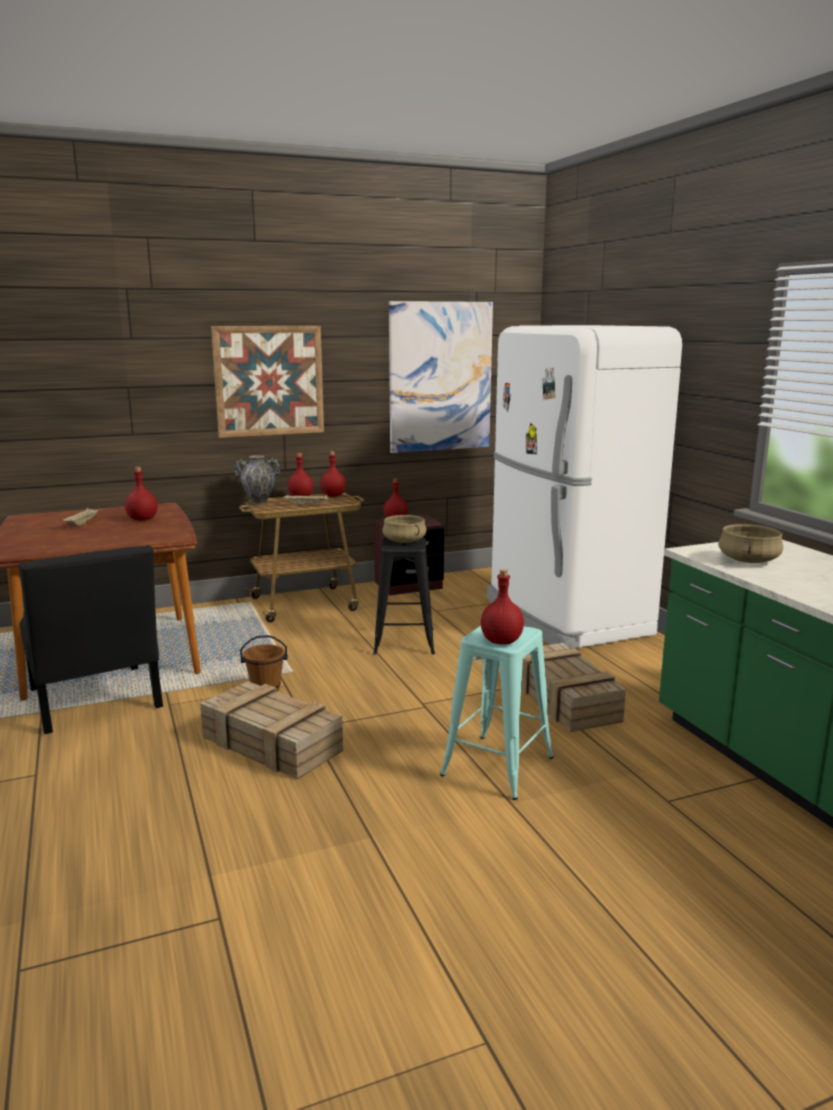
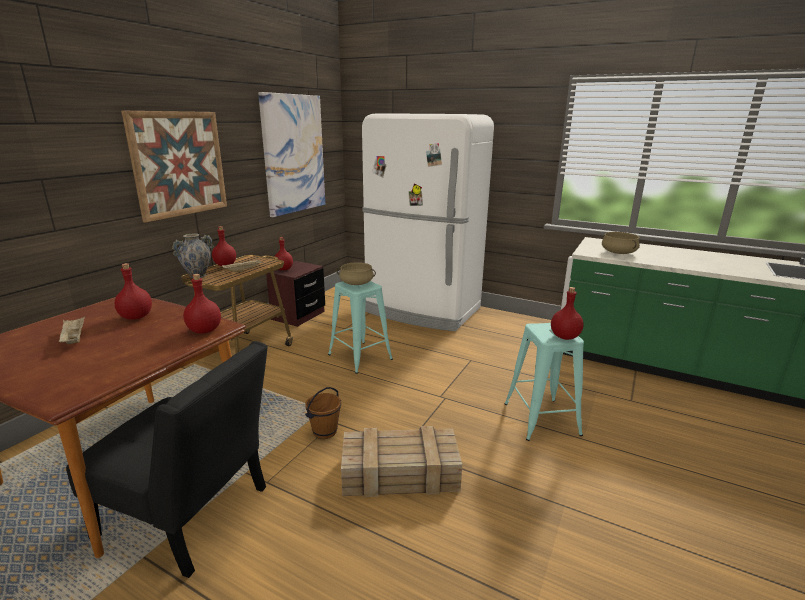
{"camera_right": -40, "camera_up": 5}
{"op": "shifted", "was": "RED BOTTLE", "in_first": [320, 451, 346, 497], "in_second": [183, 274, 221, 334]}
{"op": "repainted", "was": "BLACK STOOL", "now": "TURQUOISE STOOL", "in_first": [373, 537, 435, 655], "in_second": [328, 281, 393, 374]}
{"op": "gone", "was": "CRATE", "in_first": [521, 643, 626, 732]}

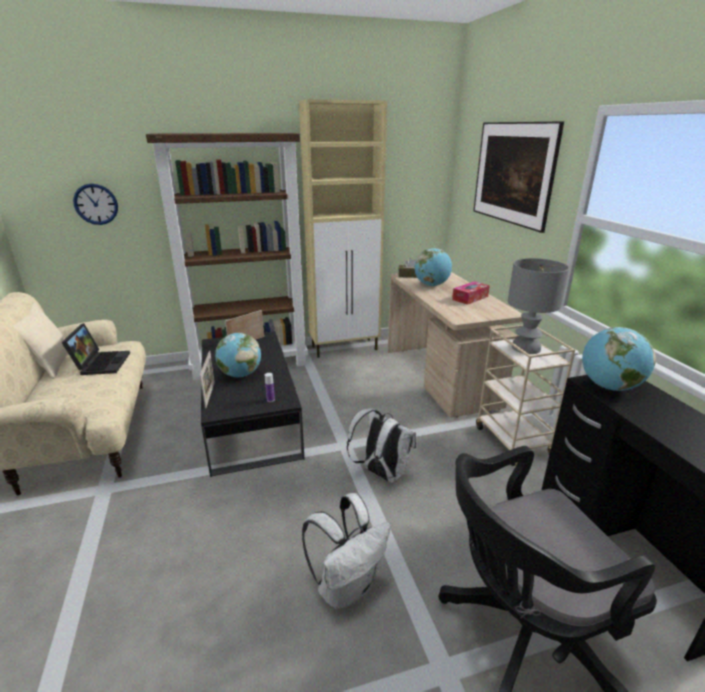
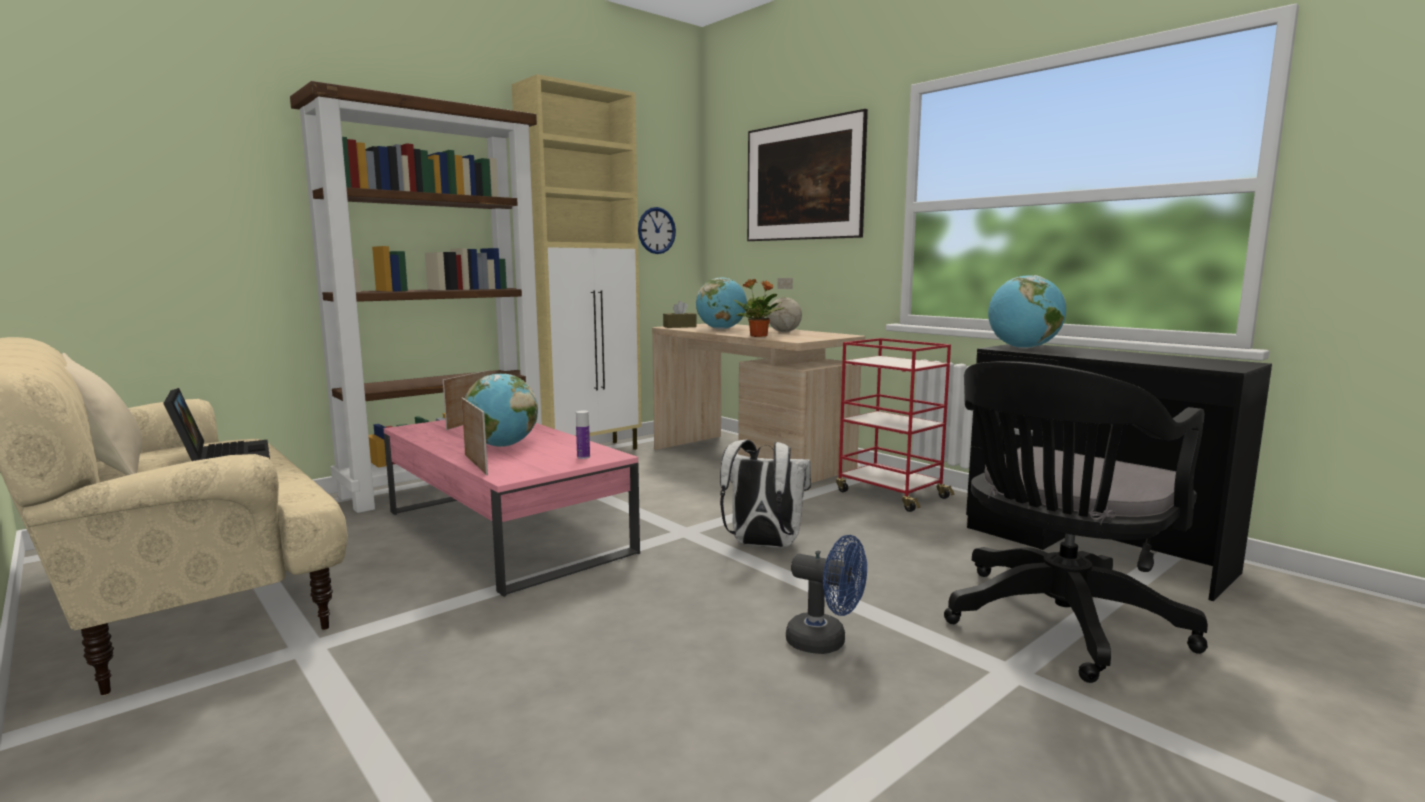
{"camera_right": -25, "camera_up": -15}
{"op": "shifted", "was": "WALL CLOCK", "in_first": [73, 184, 118, 225], "in_second": [638, 207, 676, 254]}
{"op": "repainted", "was": "BLACK COFFEE TABLE", "now": "PINK COFFEE TABLE", "in_first": [201, 331, 305, 477], "in_second": [384, 420, 640, 597]}
{"op": "swapped", "was": "WHITE BACKPACK", "now": "BLUE FAN", "in_first": [302, 493, 391, 610], "in_second": [786, 535, 867, 654]}
{"op": "swapped", "was": "TISSUE BOX", "now": "GLOBE", "in_first": [452, 281, 490, 305], "in_second": [767, 278, 802, 332]}
{"op": "repainted", "was": "BEIGE CART", "now": "RED CART", "in_first": [476, 325, 575, 466], "in_second": [836, 338, 954, 512]}
{"op": "gone", "was": "GREY TABLE LAMP", "in_first": [508, 258, 569, 354]}
{"op": "new", "now": "POTTED PLANT", "in_second": [734, 279, 784, 337]}

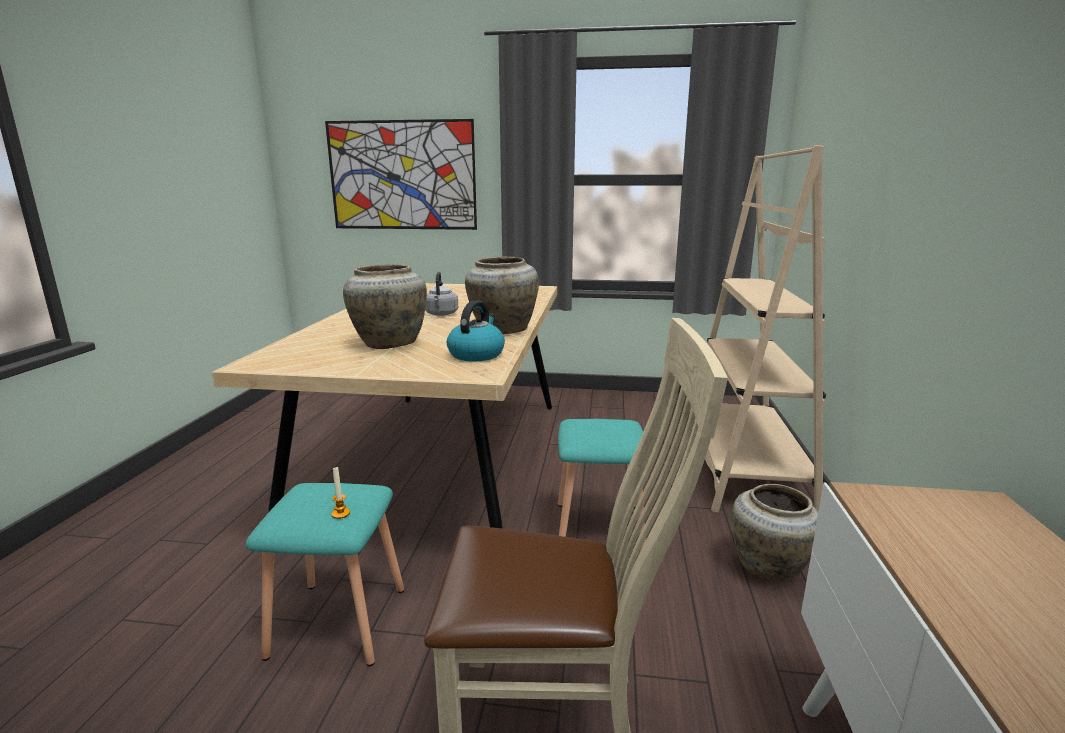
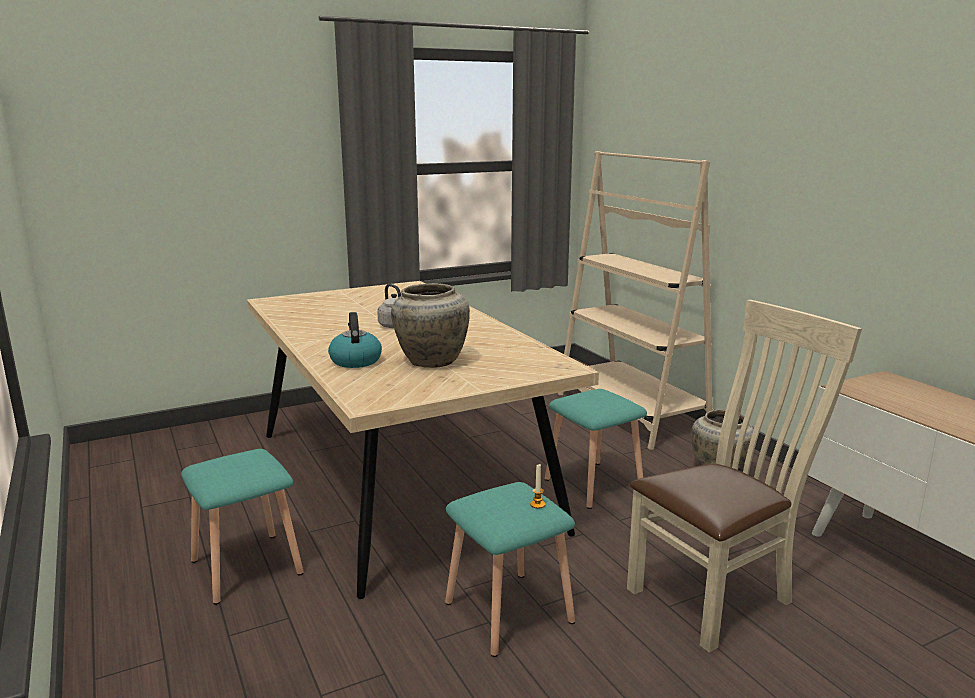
{"camera_right": -35, "camera_up": 0}
{"op": "gone", "was": "PICTURE", "in_first": [325, 119, 477, 230]}
{"op": "shifted", "was": "KETTLE", "in_first": [447, 300, 505, 361], "in_second": [328, 312, 382, 368]}
{"op": "gone", "was": "BEIGE VASE", "in_first": [465, 256, 539, 334]}
{"op": "new", "now": "TURQUOISE STOOL", "in_second": [181, 449, 304, 605]}

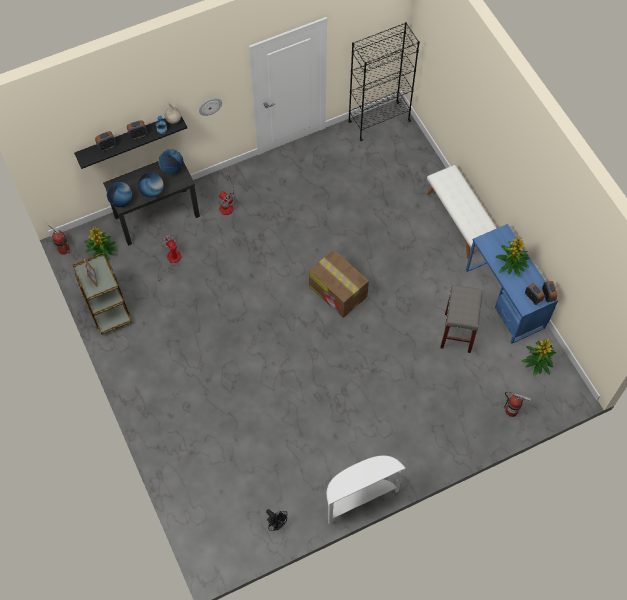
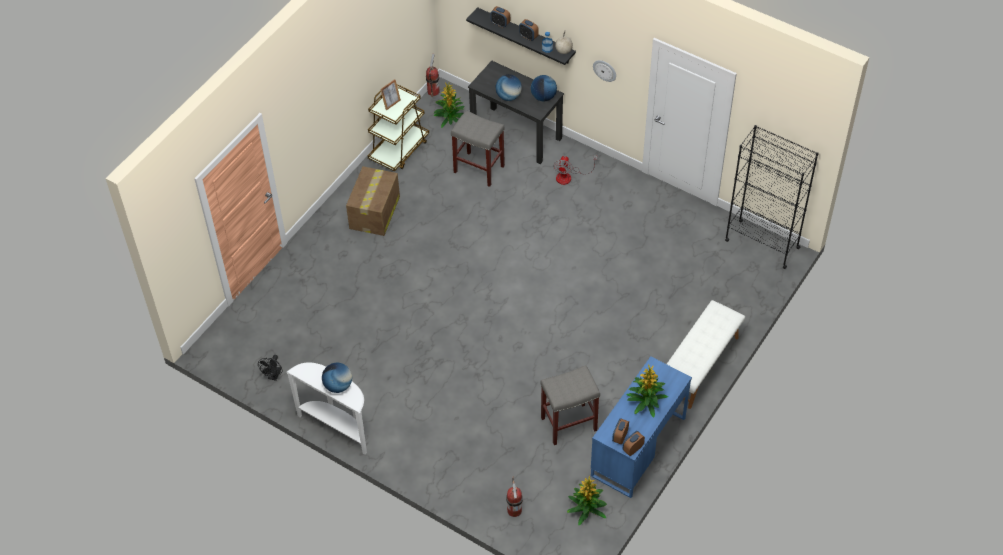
{"camera_right": 60, "camera_up": -10}
{"op": "shifted", "was": "GLOBE", "in_first": [107, 182, 132, 207], "in_second": [322, 363, 352, 393]}
{"op": "swapped", "was": "FAN", "now": "GREY STOOL", "in_first": [158, 234, 181, 281], "in_second": [451, 110, 505, 187]}
{"op": "shifted", "was": "CARDBOARD BOX", "in_first": [309, 250, 369, 318], "in_second": [346, 166, 400, 236]}

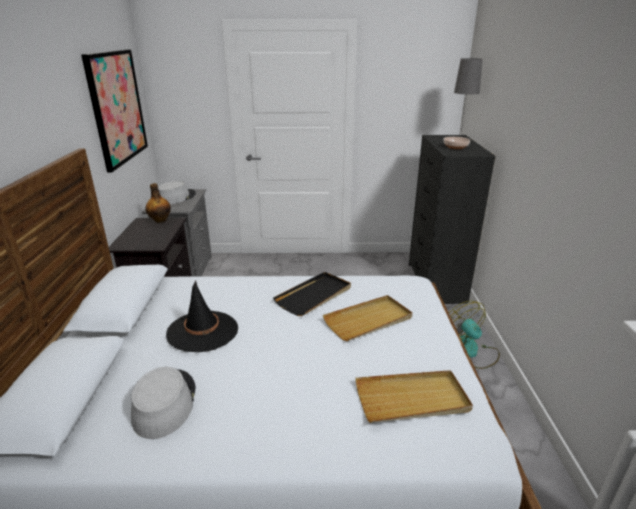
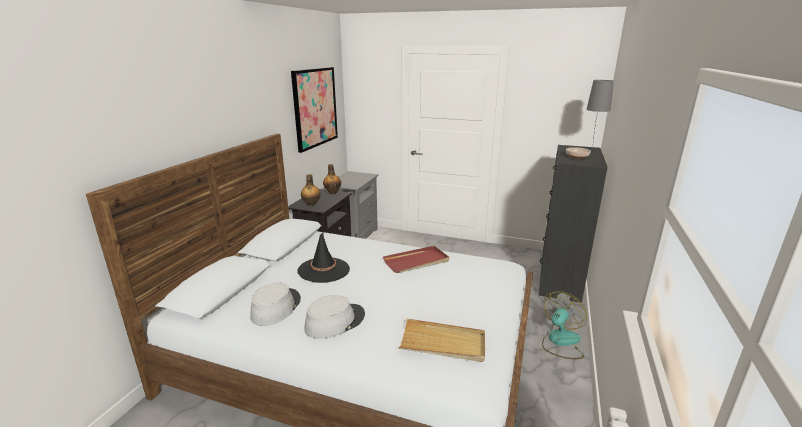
{"camera_right": 20, "camera_up": -5}
{"op": "shifted", "was": "GREY HAT", "in_first": [158, 181, 196, 205], "in_second": [304, 295, 365, 339]}
{"op": "repainted", "was": "BLACK TRAY", "now": "RED TRAY", "in_first": [273, 272, 351, 316], "in_second": [383, 246, 449, 273]}
{"op": "gone", "was": "BEIGE TRAY", "in_first": [323, 295, 412, 341]}
{"op": "rotated", "was": "FAN", "in_first": [449, 301, 500, 369], "in_second": [542, 291, 587, 359], "clockwise": 45}
{"op": "new", "now": "BOTTLE", "in_second": [301, 174, 321, 206]}

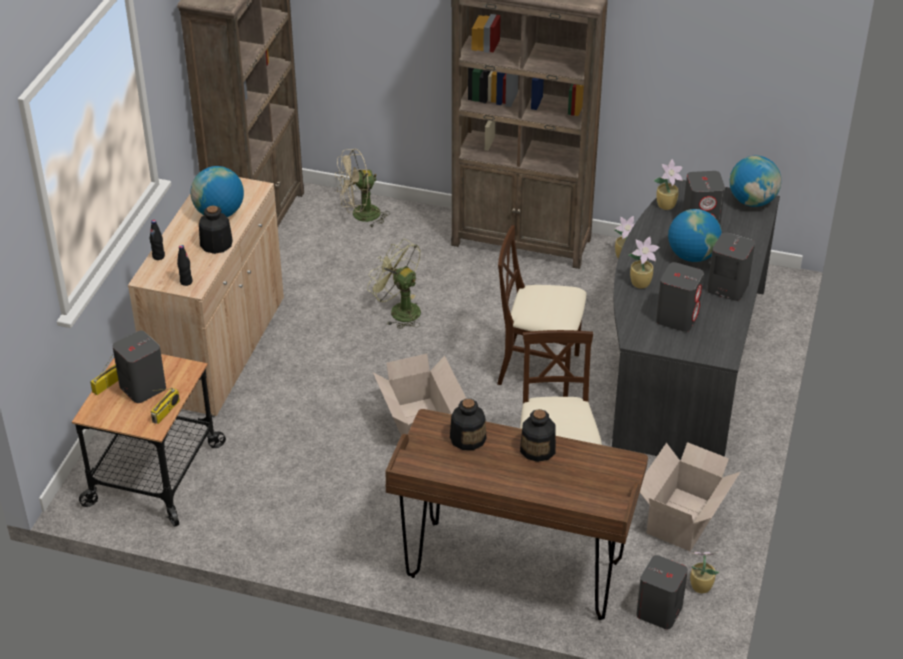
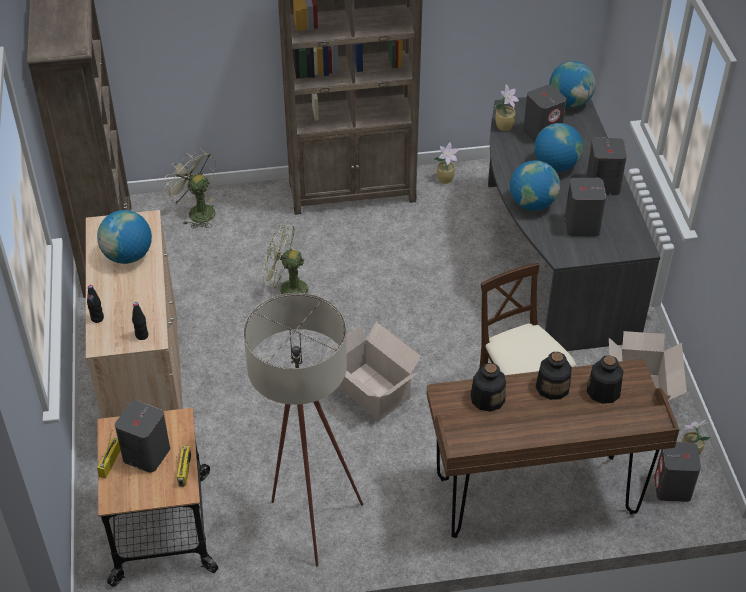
{"camera_right": -25, "camera_up": 5}
{"op": "shifted", "was": "BOTTLE", "in_first": [199, 205, 233, 254], "in_second": [586, 355, 623, 404]}
{"op": "rotated", "was": "BEIGE FAN", "in_first": [335, 148, 390, 228], "in_second": [163, 148, 216, 229], "clockwise": 90}
{"op": "gone", "was": "BEIGE CHAIR", "in_first": [497, 225, 587, 397]}
{"op": "swapped", "was": "POTTED PLANT", "now": "GLOBE", "in_first": [628, 237, 660, 289], "in_second": [510, 160, 560, 211]}
{"op": "new", "now": "BEIGE FLOOR LAMP", "in_second": [243, 293, 363, 566]}

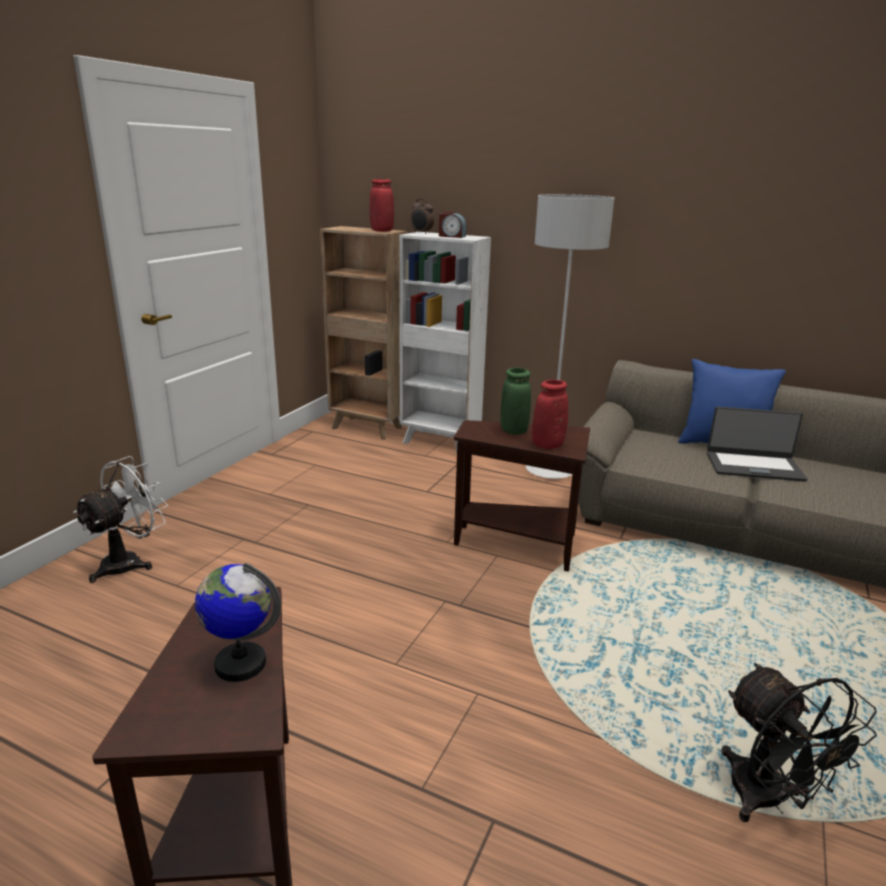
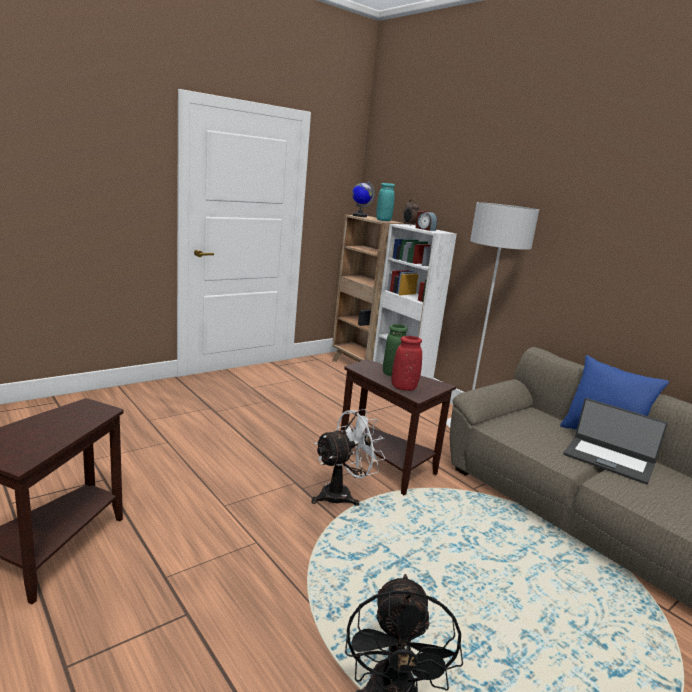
{"camera_right": 25, "camera_up": -5}
{"op": "shifted", "was": "WHITE FAN", "in_first": [73, 456, 168, 583], "in_second": [311, 409, 385, 506]}
{"op": "shifted", "was": "GLOBE", "in_first": [195, 563, 281, 682], "in_second": [352, 181, 375, 217]}
{"op": "repainted", "was": "RED VASE", "now": "TURQUOISE VASE", "in_first": [370, 179, 394, 232], "in_second": [376, 183, 395, 221]}

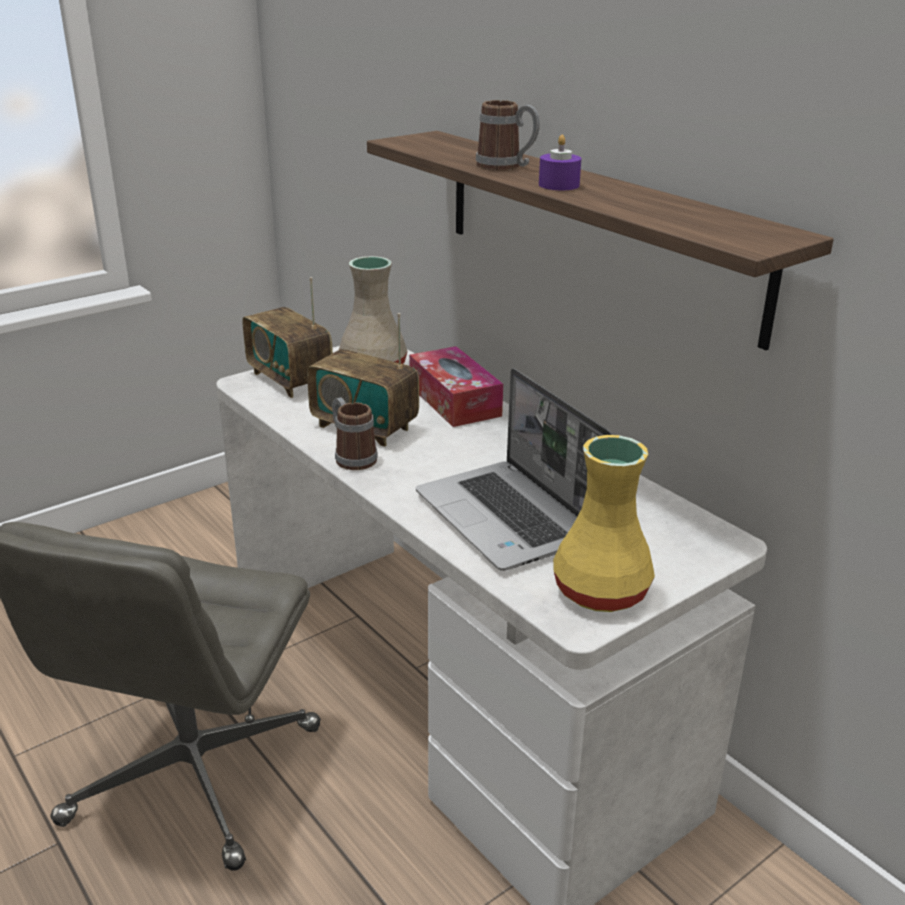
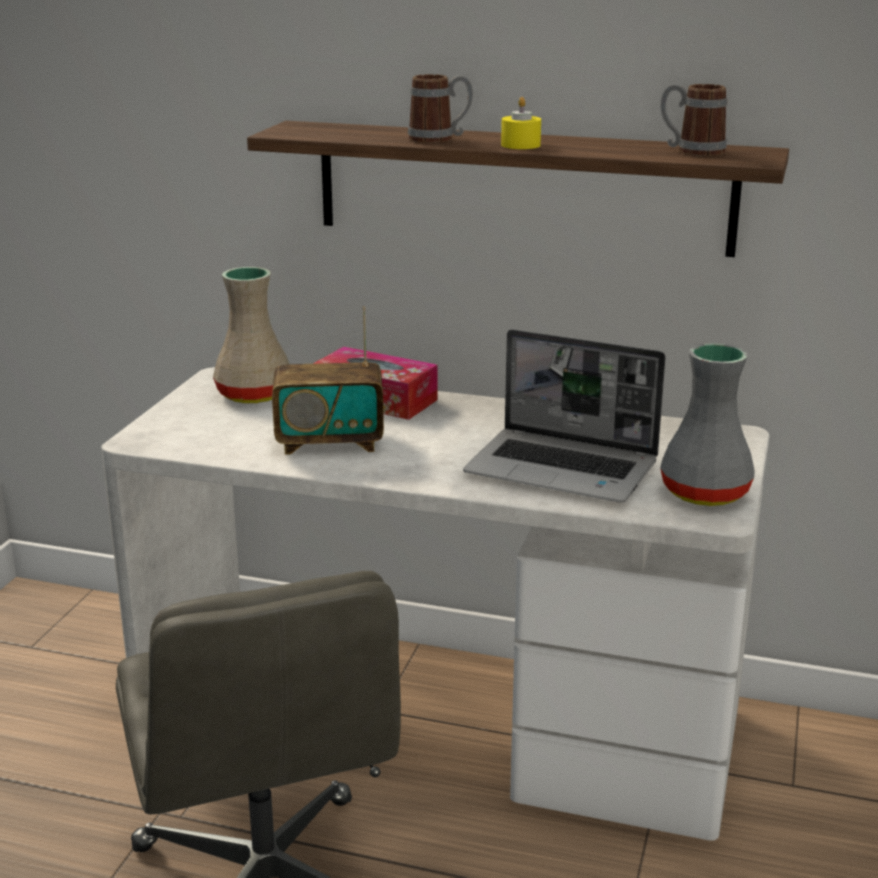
{"camera_right": -35, "camera_up": -5}
{"op": "gone", "was": "RADIO", "in_first": [243, 277, 333, 398]}
{"op": "shifted", "was": "MUG", "in_first": [332, 397, 378, 470], "in_second": [660, 84, 727, 156]}
{"op": "repainted", "was": "PURPLE CANDLE", "now": "YELLOW CANDLE", "in_first": [539, 135, 581, 190], "in_second": [501, 97, 541, 149]}
{"op": "repainted", "was": "YELLOW VASE", "now": "GREY VASE", "in_first": [553, 435, 655, 612], "in_second": [660, 343, 755, 506]}

